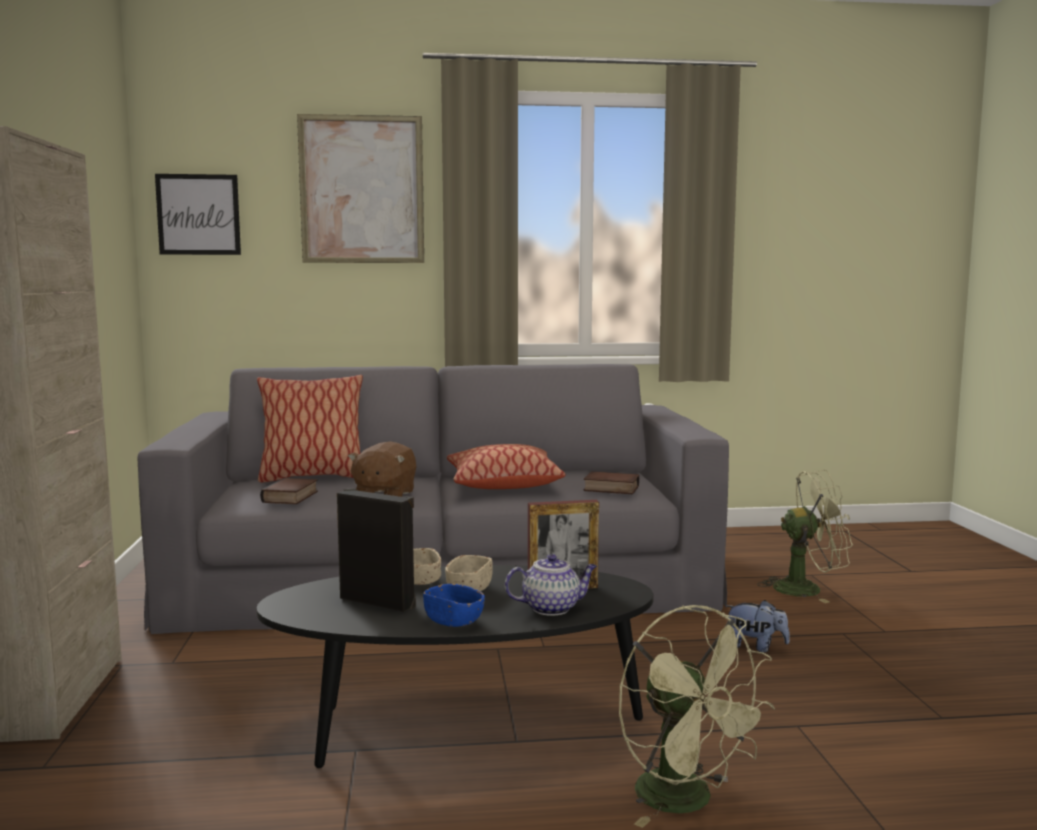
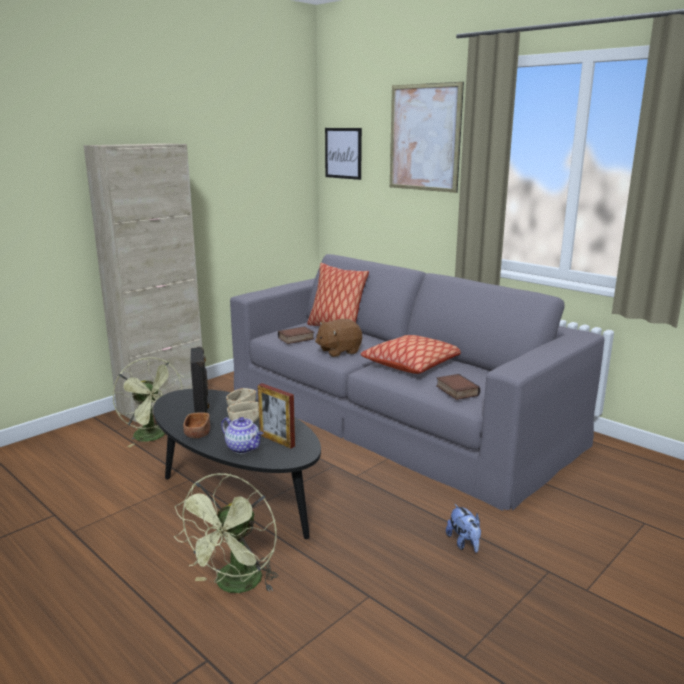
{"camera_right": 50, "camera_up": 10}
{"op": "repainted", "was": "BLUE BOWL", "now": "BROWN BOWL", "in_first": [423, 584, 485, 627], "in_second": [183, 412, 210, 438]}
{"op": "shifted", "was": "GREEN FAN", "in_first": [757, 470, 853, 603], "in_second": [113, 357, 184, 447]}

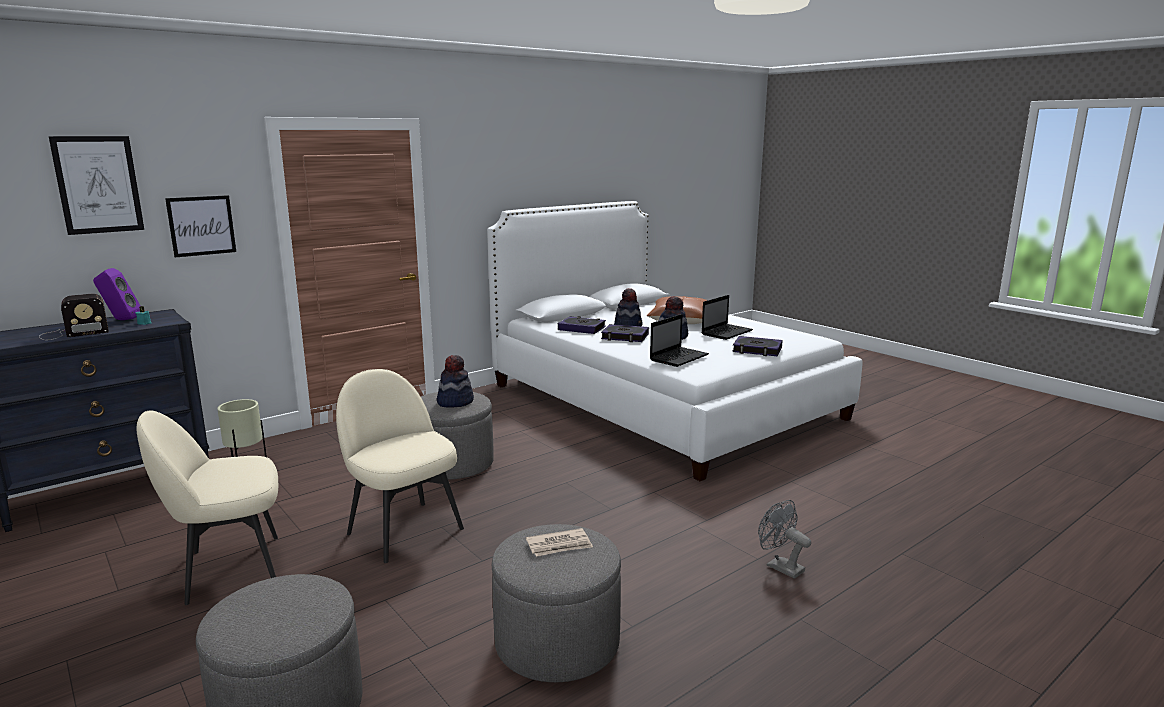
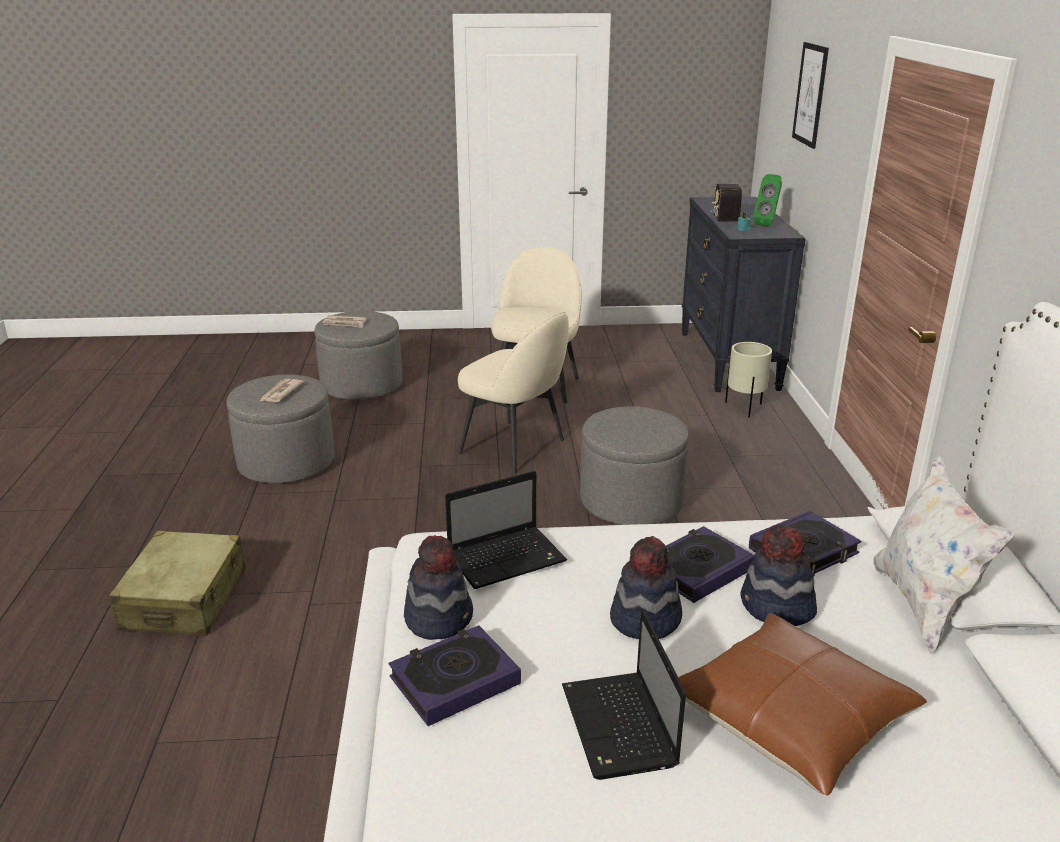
{"camera_right": 125, "camera_up": 10}
{"op": "repainted", "was": "PURPLE SPEAKER", "now": "GREEN SPEAKER", "in_first": [93, 268, 140, 320], "in_second": [753, 174, 782, 226]}
{"op": "gone", "was": "PICTURE", "in_first": [165, 195, 236, 257]}
{"op": "rotated", "was": "BEIGE CHAIR", "in_first": [336, 369, 464, 563], "in_second": [458, 312, 569, 474], "clockwise": 45}
{"op": "shifted", "was": "HAT", "in_first": [437, 355, 474, 408], "in_second": [404, 535, 473, 640]}
{"op": "rotated", "was": "LAPTOP", "in_first": [650, 314, 709, 367], "in_second": [445, 471, 567, 589], "clockwise": -105}
{"op": "swapped", "was": "GREY FAN", "now": "BEIGE SUITCASE", "in_first": [758, 500, 811, 579], "in_second": [109, 531, 246, 636]}
{"op": "new", "now": "NEWSPAPER", "in_second": [323, 315, 366, 328]}
{"op": "new", "now": "WHITE PILLOW", "in_second": [873, 456, 1014, 654]}

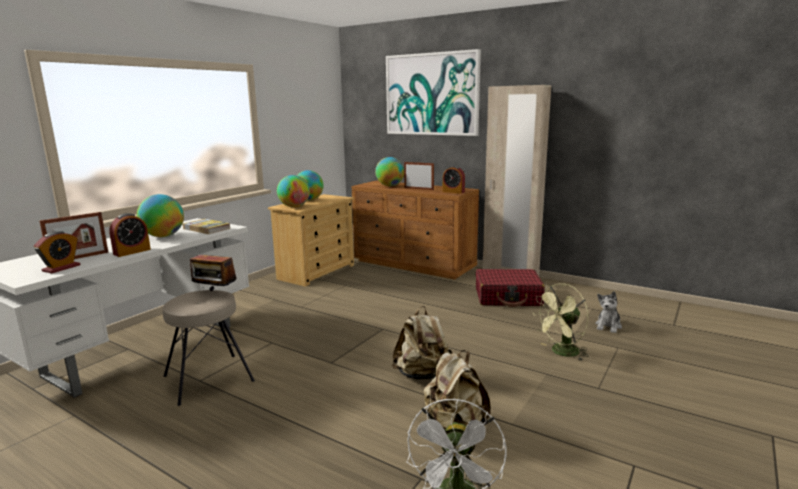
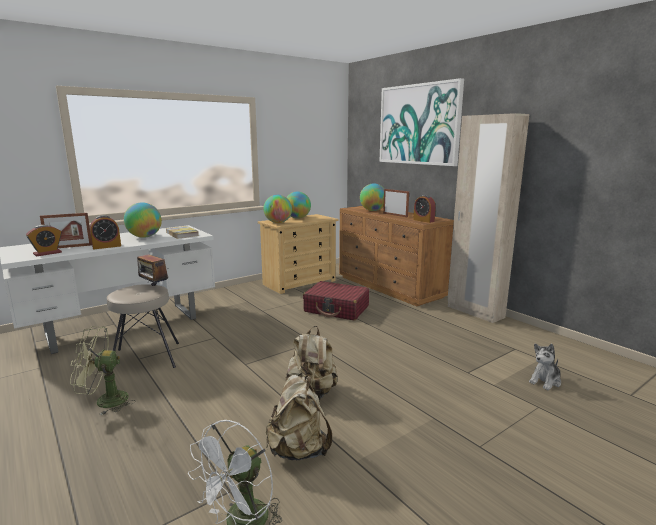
{"camera_right": 20, "camera_up": 0}
{"op": "shifted", "was": "RED SUITCASE", "in_first": [476, 269, 545, 307], "in_second": [303, 281, 369, 321]}
{"op": "shifted", "was": "GREEN FAN", "in_first": [535, 283, 589, 361], "in_second": [70, 326, 136, 415]}

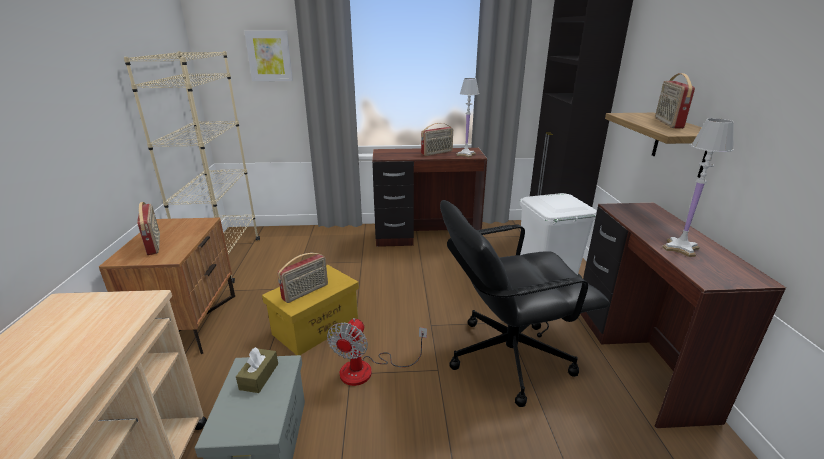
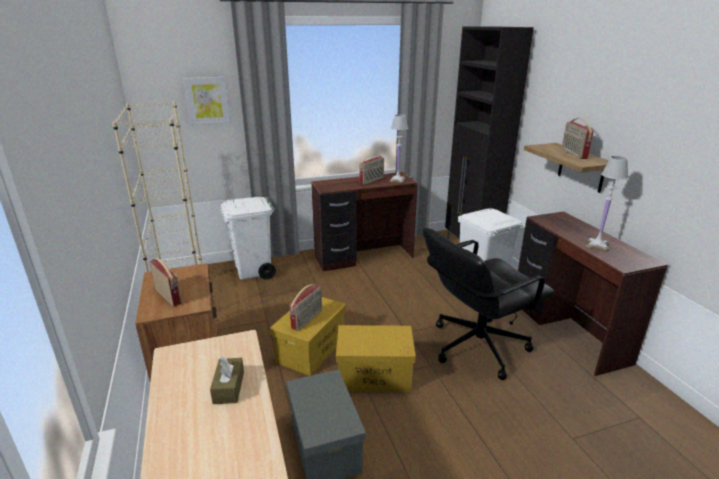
{"camera_right": -15, "camera_up": 0}
{"op": "shifted", "was": "BROWN TISSUE BOX", "in_first": [236, 347, 278, 393], "in_second": [210, 356, 244, 404]}
{"op": "swapped", "was": "FAN", "now": "YELLOW STORAGE BOX", "in_first": [327, 318, 427, 386], "in_second": [336, 325, 416, 392]}
{"op": "new", "now": "WHITE TRASH CAN", "in_second": [220, 197, 276, 280]}

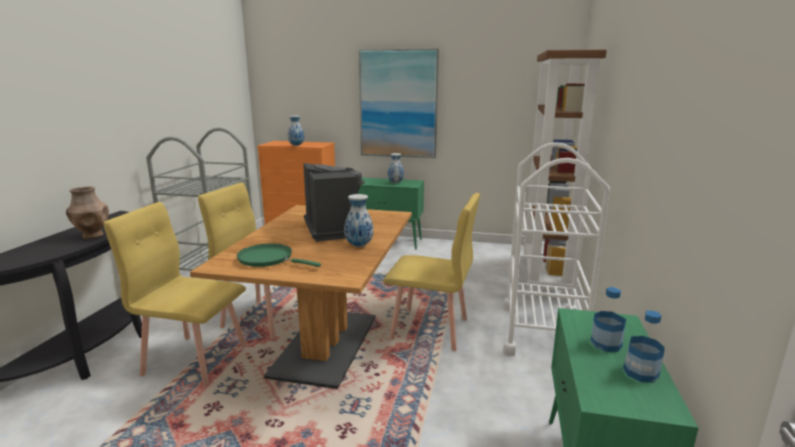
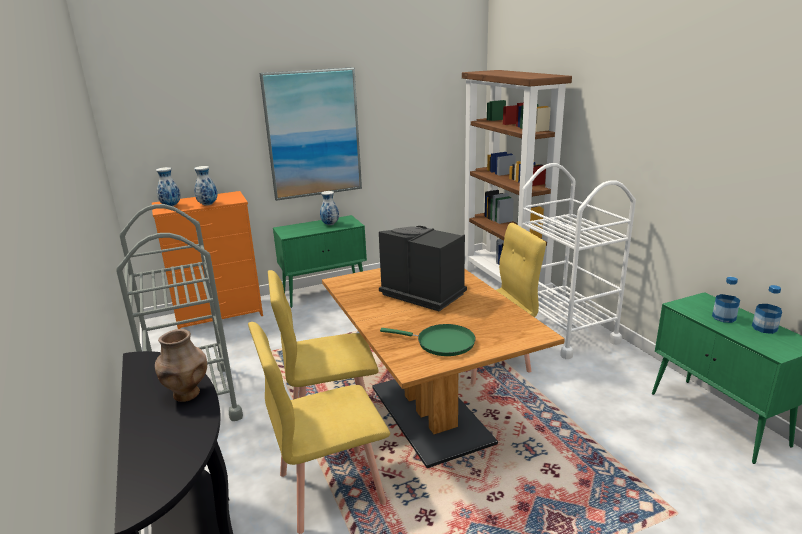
{"camera_right": -35, "camera_up": 5}
{"op": "rotated", "was": "GREEN FRYING PAN", "in_first": [237, 243, 321, 267], "in_second": [380, 324, 476, 356], "clockwise": -150}
{"op": "shifted", "was": "VASE", "in_first": [344, 194, 374, 247], "in_second": [156, 167, 181, 206]}

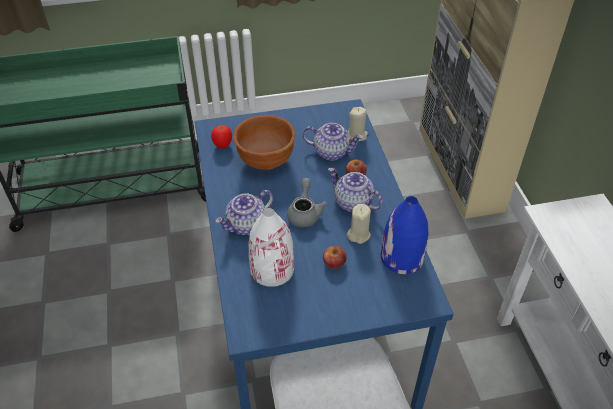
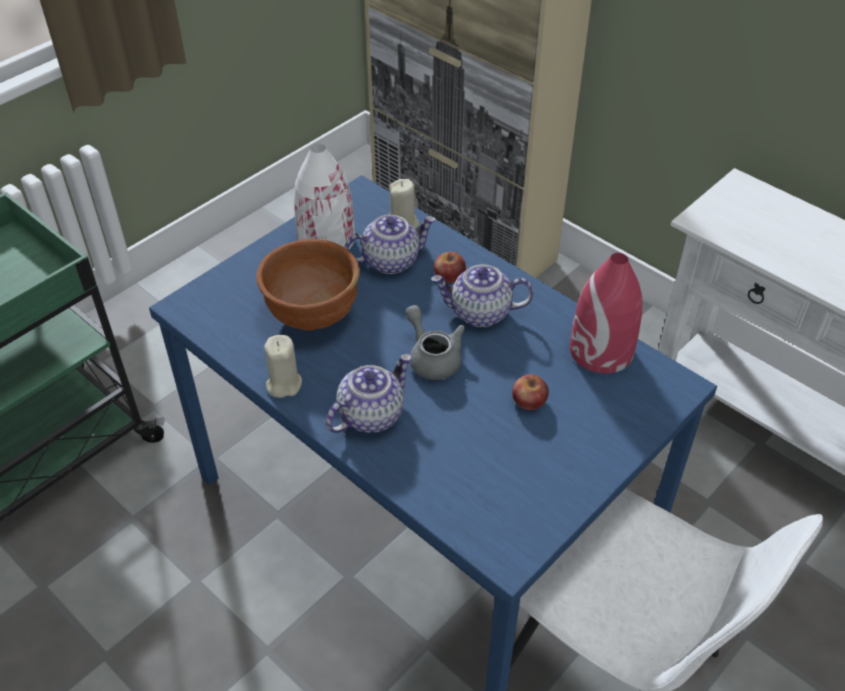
{"camera_right": -35, "camera_up": 0}
{"op": "gone", "was": "TOMATO", "in_first": [211, 125, 232, 149]}
{"op": "rotated", "was": "TEAPOT", "in_first": [216, 190, 273, 235], "in_second": [326, 354, 412, 433], "clockwise": -150}
{"op": "shifted", "was": "WHITE VASE", "in_first": [248, 208, 294, 287], "in_second": [294, 144, 355, 250]}
{"op": "shifted", "was": "BEIGE CANDLE", "in_first": [347, 204, 371, 244], "in_second": [264, 335, 302, 398]}
{"op": "repainted", "was": "BLUE VASE", "now": "RED VASE", "in_first": [381, 196, 428, 274], "in_second": [570, 253, 642, 373]}

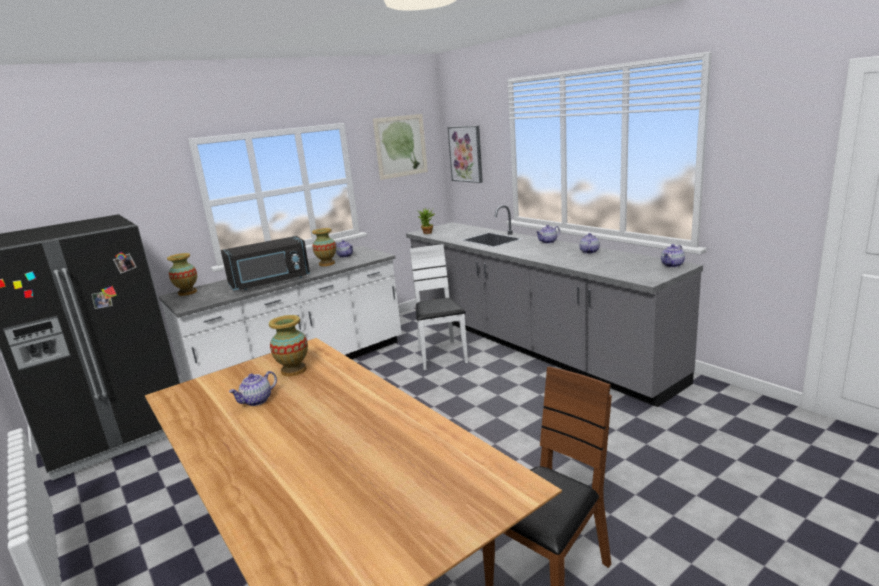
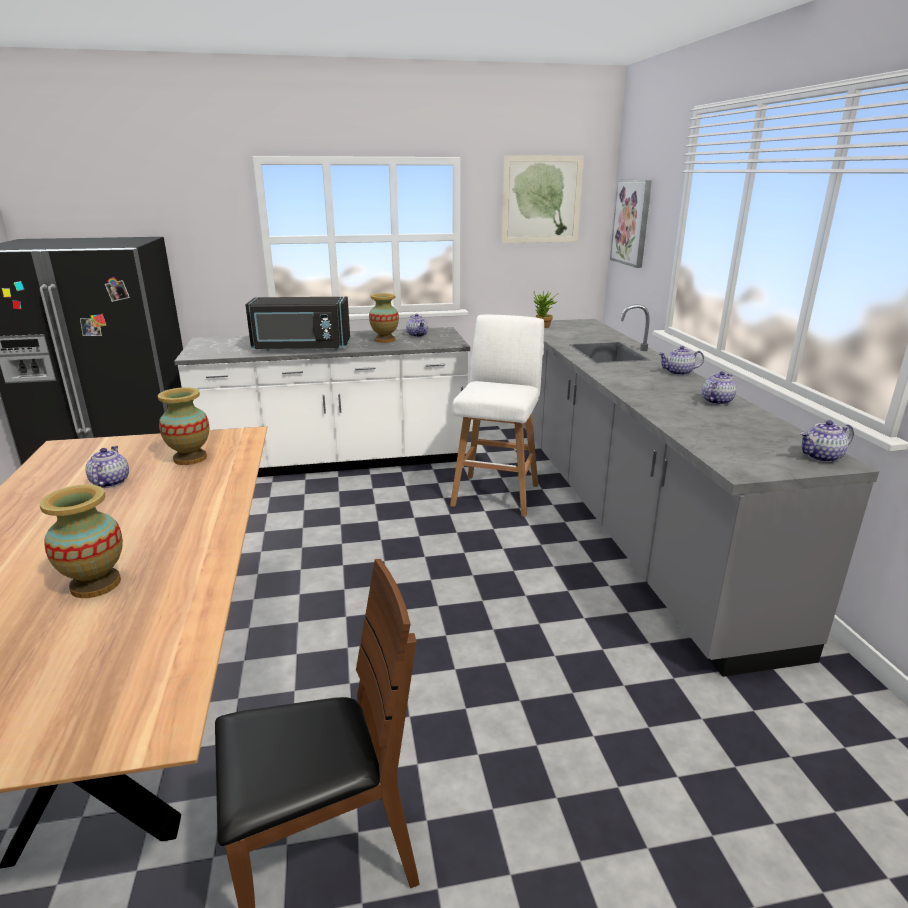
{"camera_right": 25, "camera_up": 5}
{"op": "shifted", "was": "VASE", "in_first": [167, 253, 197, 296], "in_second": [40, 485, 123, 598]}
{"op": "rotated", "was": "TEAPOT", "in_first": [229, 371, 277, 406], "in_second": [86, 446, 129, 488], "clockwise": 105}
{"op": "swapped", "was": "WHITE CHAIR", "now": "WHITE STOOL", "in_first": [410, 244, 468, 370], "in_second": [450, 315, 544, 517]}

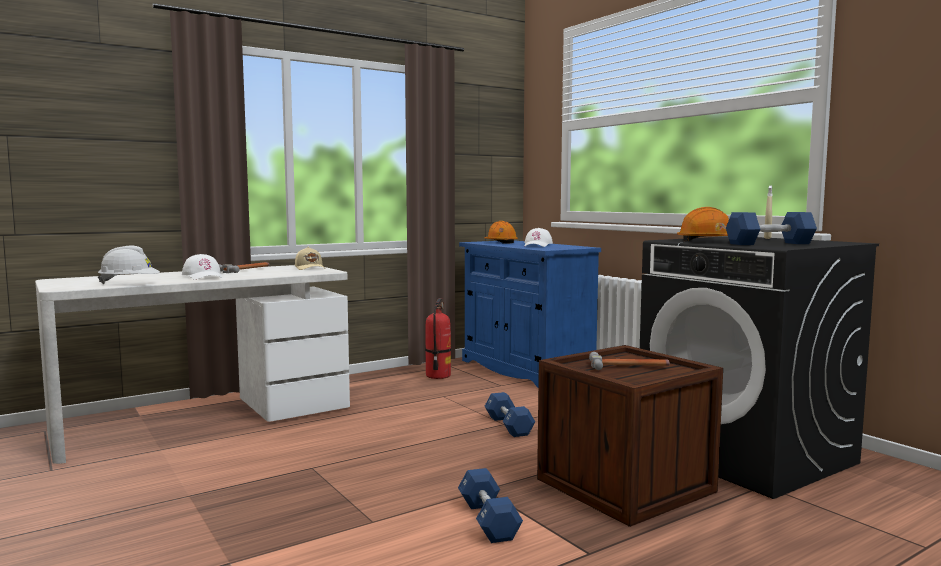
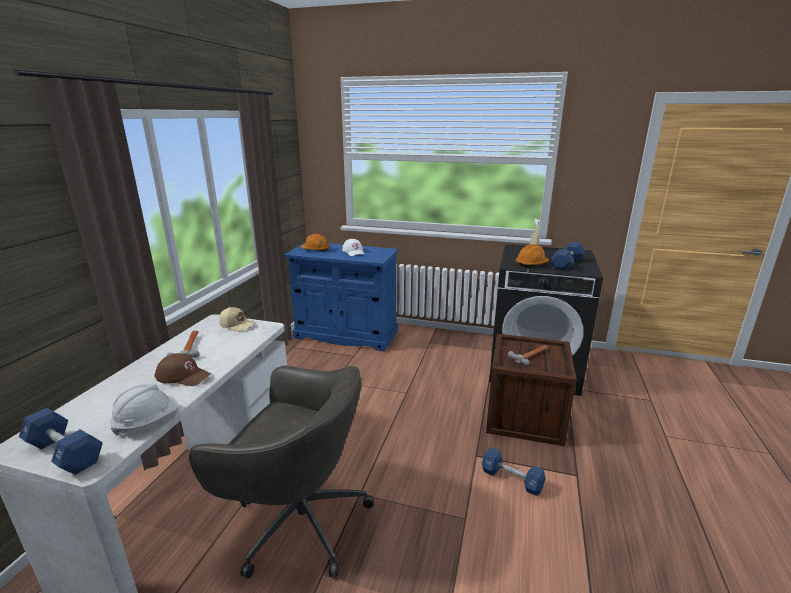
{"camera_right": -40, "camera_up": 15}
{"op": "repainted", "was": "WHITE CAP", "now": "BROWN CAP", "in_first": [182, 254, 222, 280], "in_second": [154, 354, 211, 386]}
{"op": "gone", "was": "FIRE EXTINGUISHER", "in_first": [425, 298, 451, 379]}
{"op": "shifted", "was": "BLUE DUMBBELL", "in_first": [484, 392, 535, 437], "in_second": [19, 408, 103, 475]}
{"op": "new", "now": "GREY OFFICE CHAIR", "in_second": [189, 365, 374, 579]}

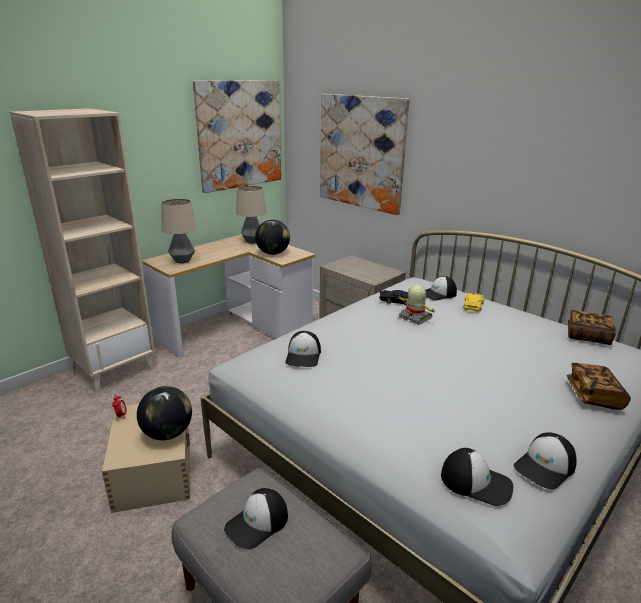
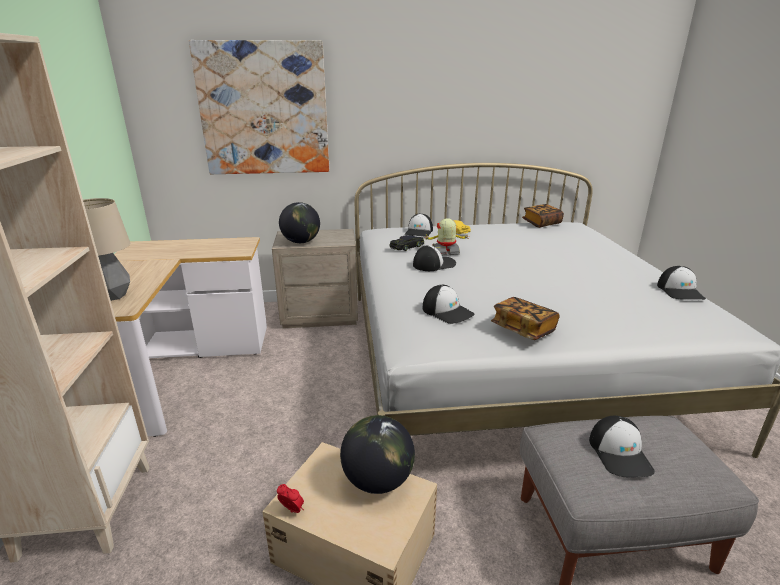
{"camera_right": -50, "camera_up": 0}
{"op": "gone", "was": "PICTURE", "in_first": [193, 80, 281, 193]}
{"op": "gone", "was": "TABLE LAMP", "in_first": [236, 186, 267, 244]}
{"op": "shifted", "was": "GLOBE", "in_first": [255, 220, 290, 255], "in_second": [279, 202, 320, 243]}
{"op": "shifted", "was": "CAP", "in_first": [441, 448, 513, 506], "in_second": [413, 245, 456, 271]}
{"op": "shifted", "was": "BOOK", "in_first": [567, 363, 631, 410], "in_second": [491, 297, 560, 340]}

